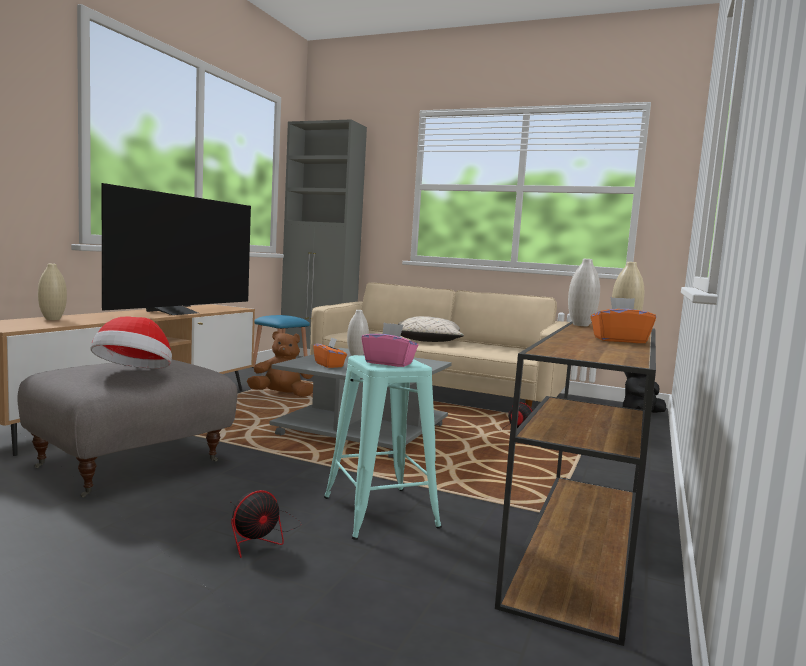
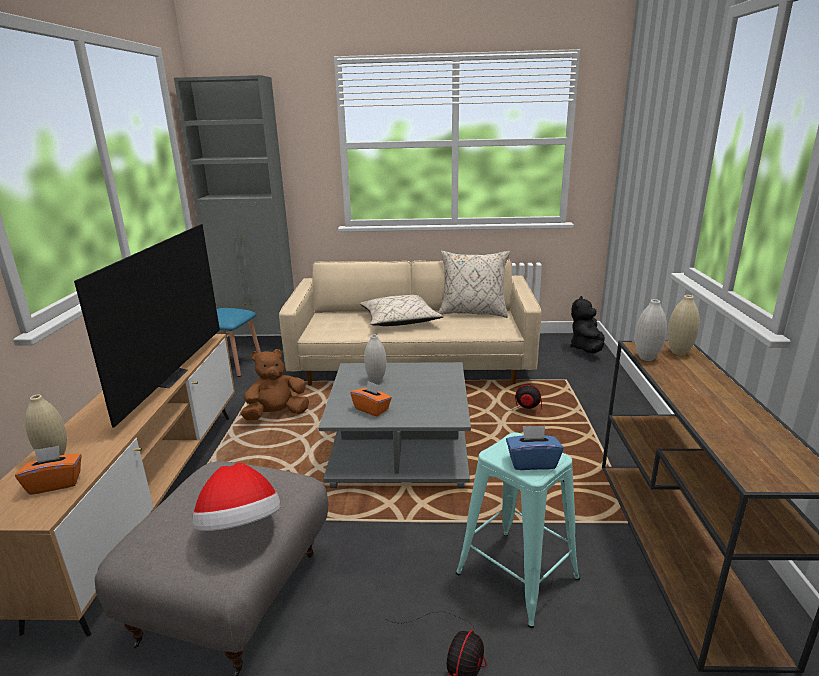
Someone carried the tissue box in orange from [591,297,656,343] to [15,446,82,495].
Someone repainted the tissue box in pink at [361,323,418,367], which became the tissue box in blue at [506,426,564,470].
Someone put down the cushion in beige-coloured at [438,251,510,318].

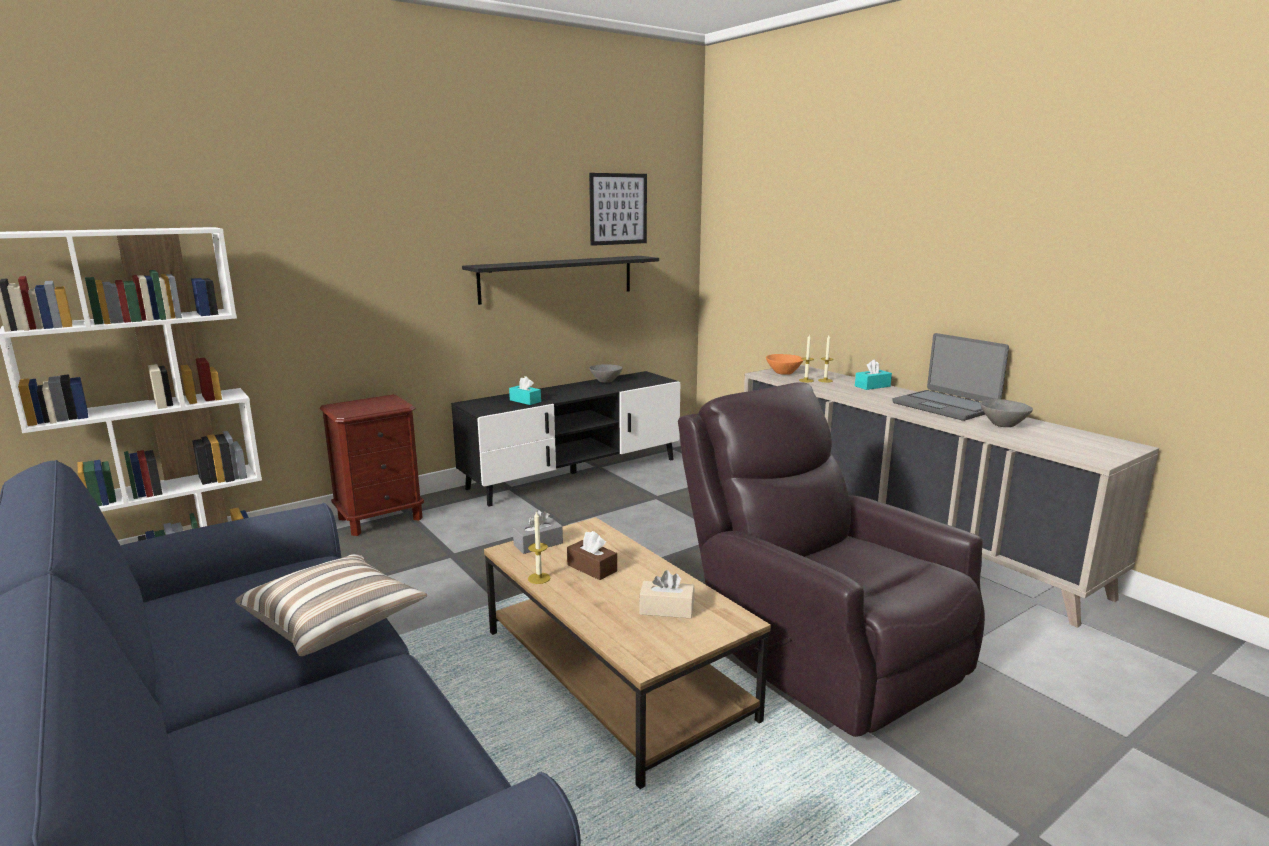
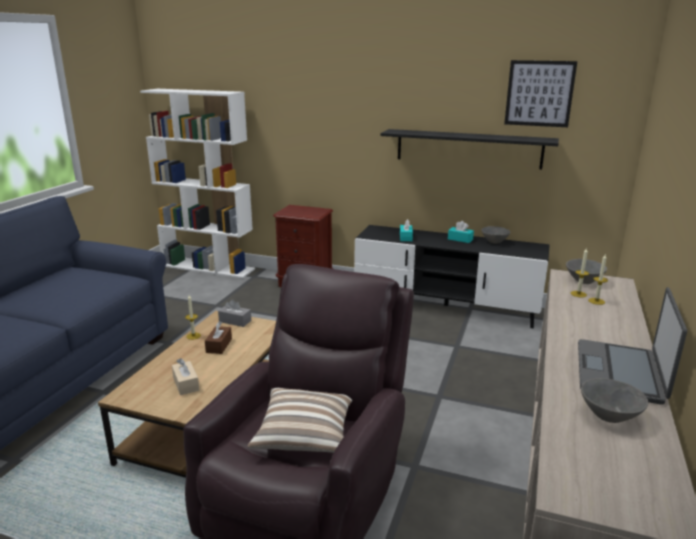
Someone repainted the serving bowl in orange at [766,354,803,375], which became the serving bowl in grey at [566,259,607,284].
Someone carried the tissue box in turquoise from [855,359,892,390] to [448,221,474,243].
Someone carried the cushion from [235,554,427,656] to [247,388,352,453].

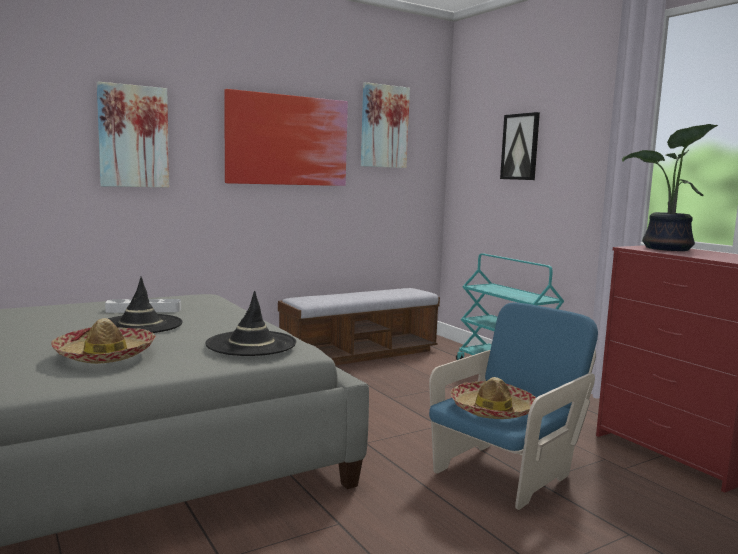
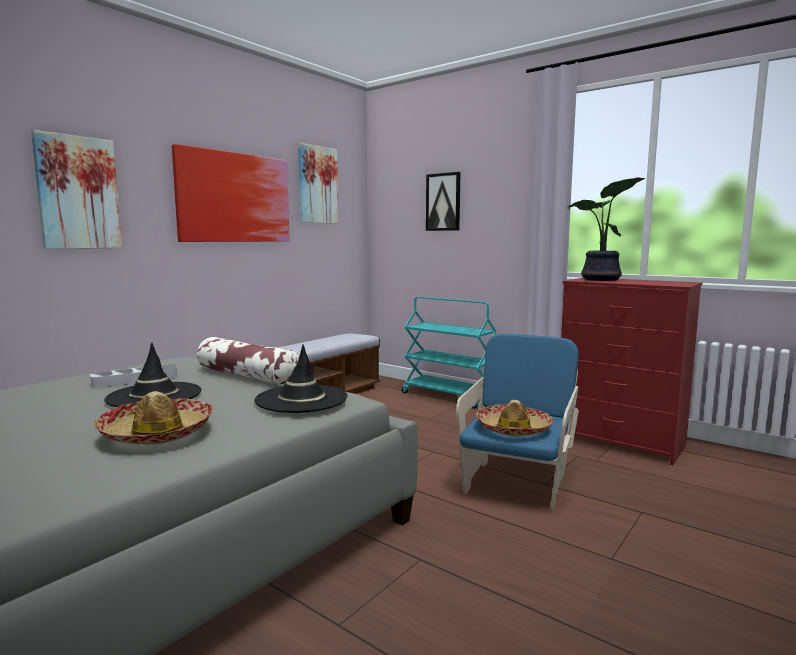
Someone put down the cushion at [197,337,299,386].

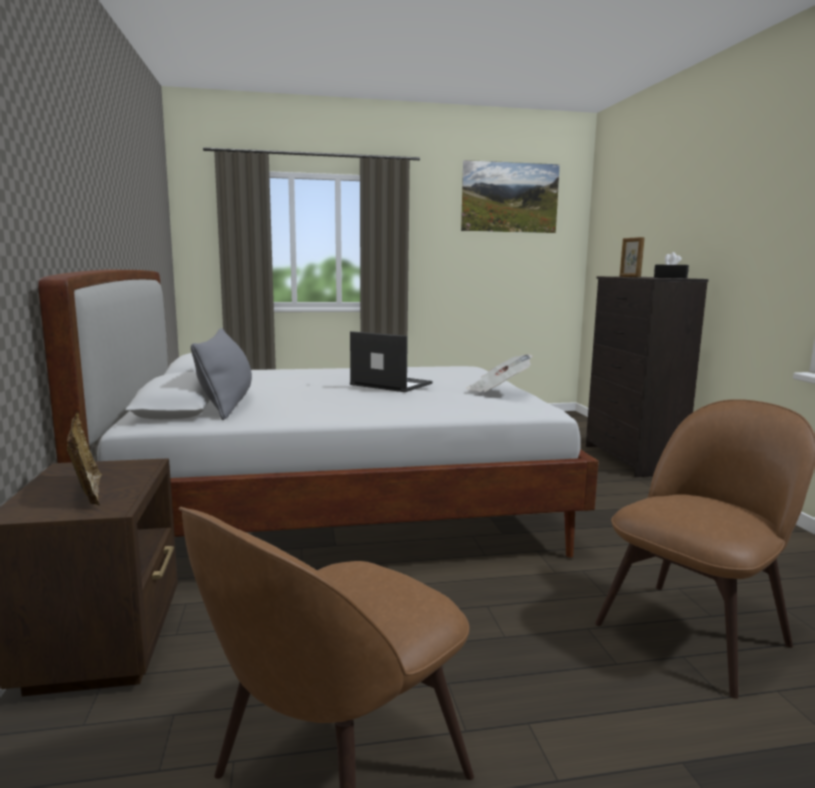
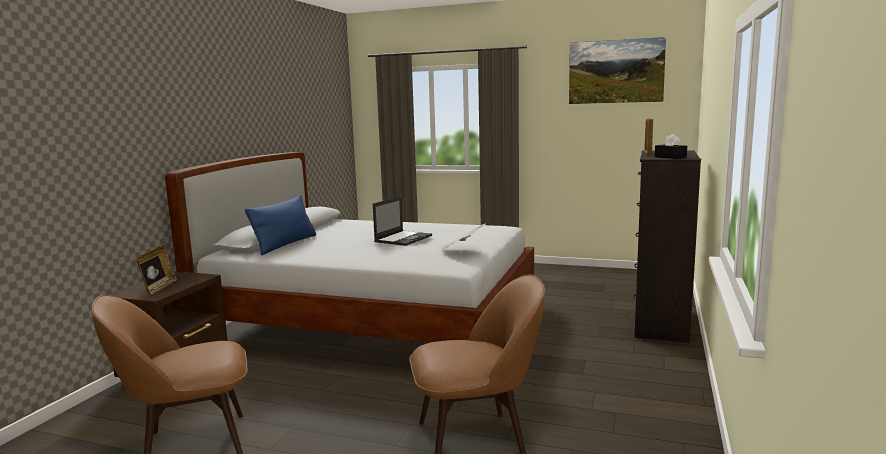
Someone repainted the cushion in grey at [191,328,252,420], which became the cushion in blue at [245,195,316,255].
Someone rotated the notebook computer at [350,331,433,392] by 60 degrees clockwise.

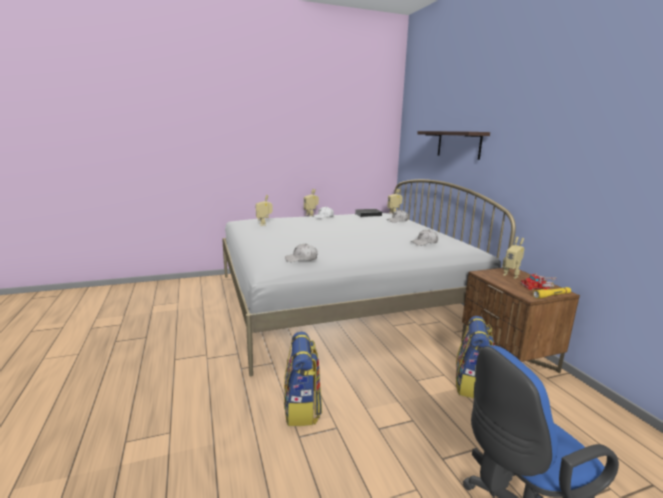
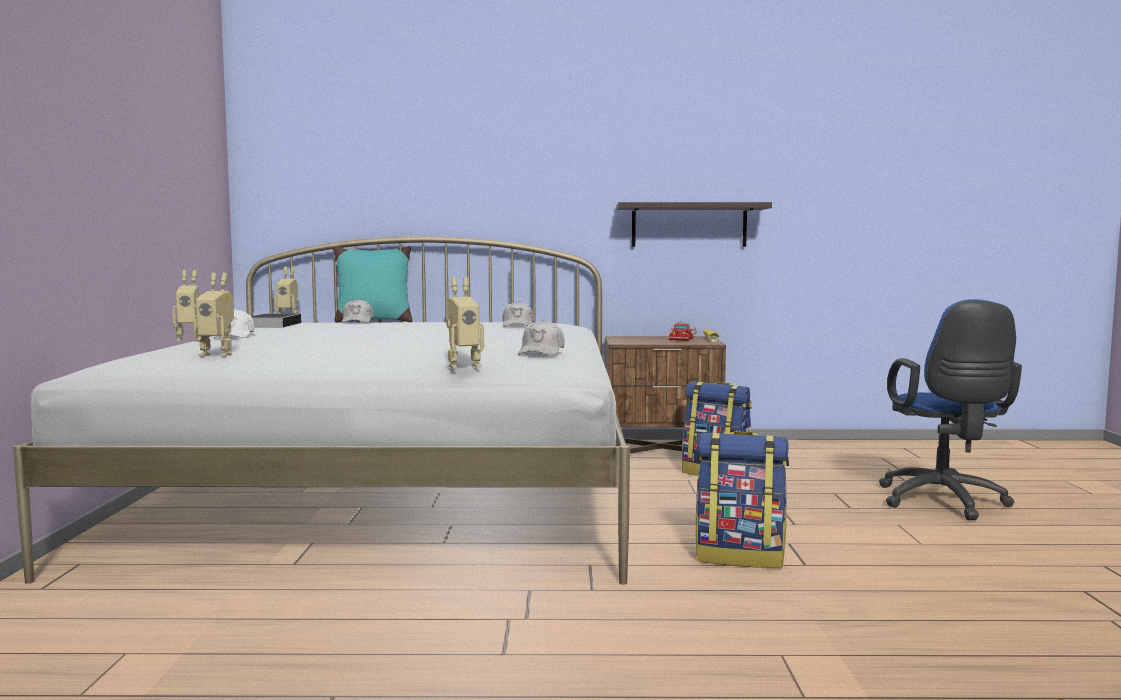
Someone carried the wall shelf from [417,131,490,160] to [616,202,772,247].
Someone carried the toy robot from [502,237,525,279] to [446,277,484,369].
Someone put down the cushion in turquoise at [333,246,412,323].

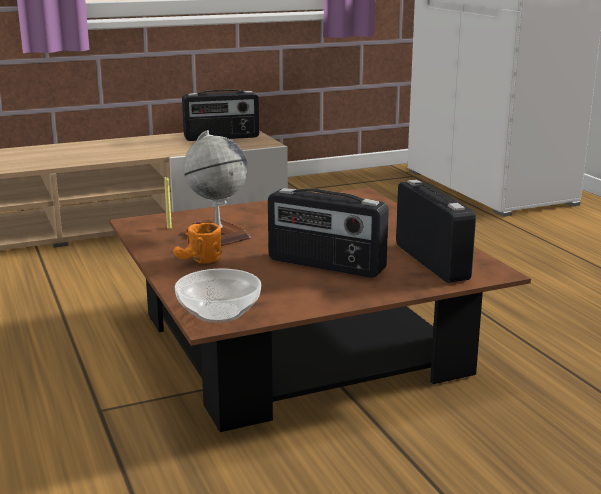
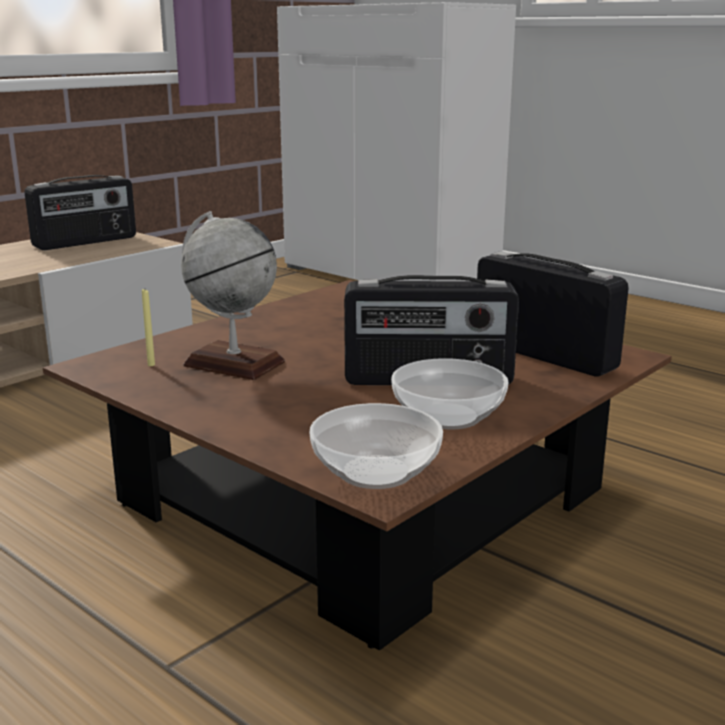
Someone took away the coffee mug in orange at [173,223,222,264].
Someone put down the serving bowl at [391,358,509,430].

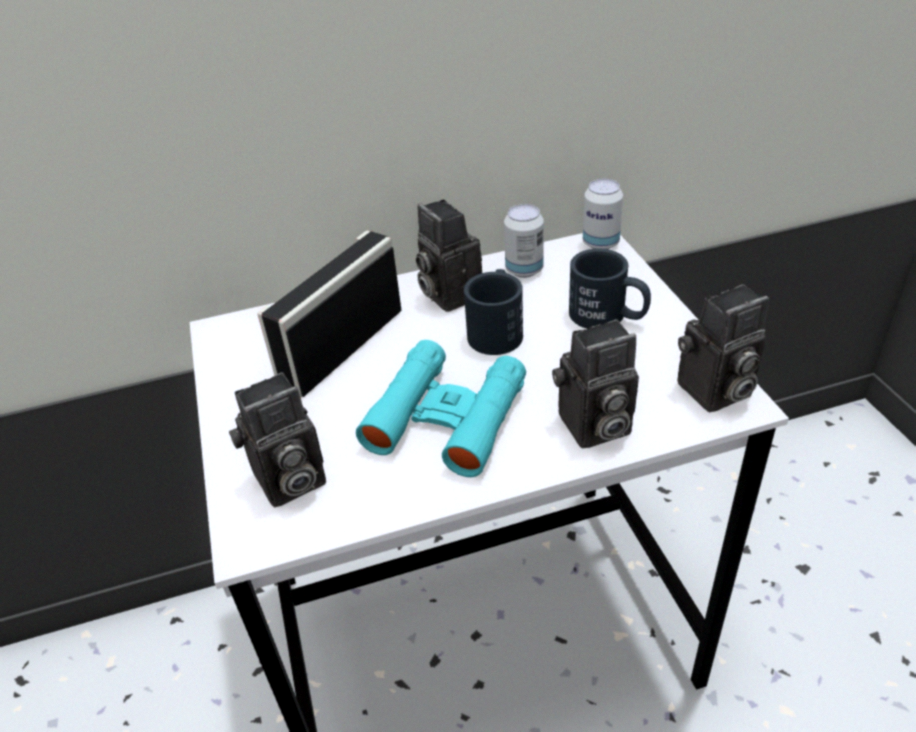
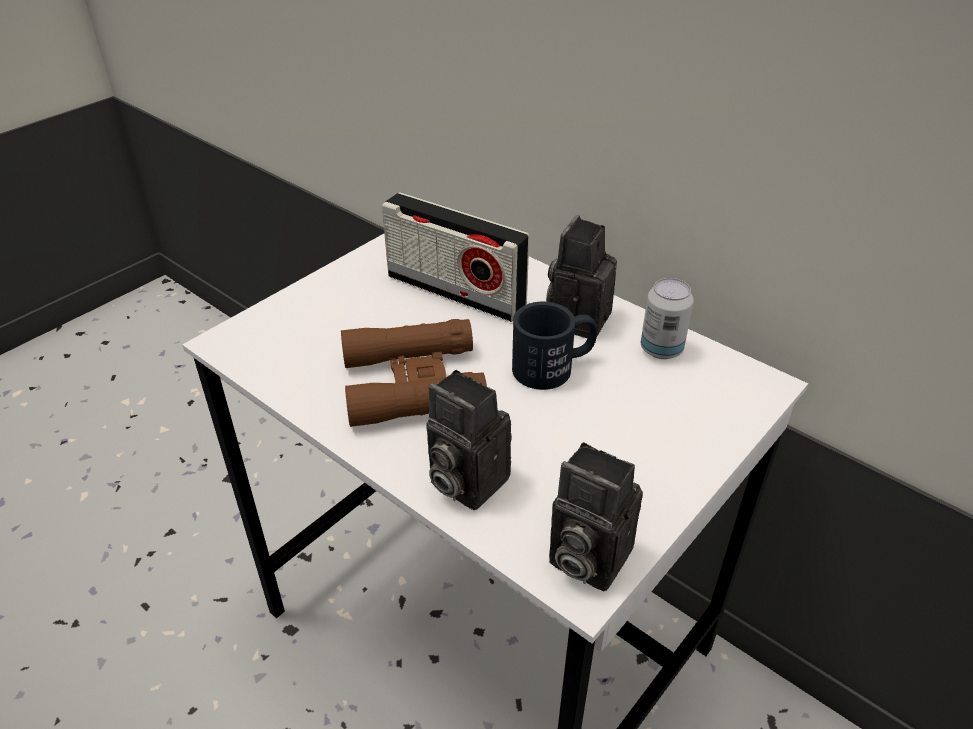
Someone took away the can at [583,179,623,249].
Someone rotated the radio set at [257,231,402,397] by 150 degrees counterclockwise.
Someone took away the coffee mug in blackish at [569,248,651,329].
Someone repainted the pair of binoculars in turquoise at [356,340,526,477], which became the pair of binoculars in brown-coloured at [341,319,487,427].
Someone took away the photo camera at [229,372,326,508].

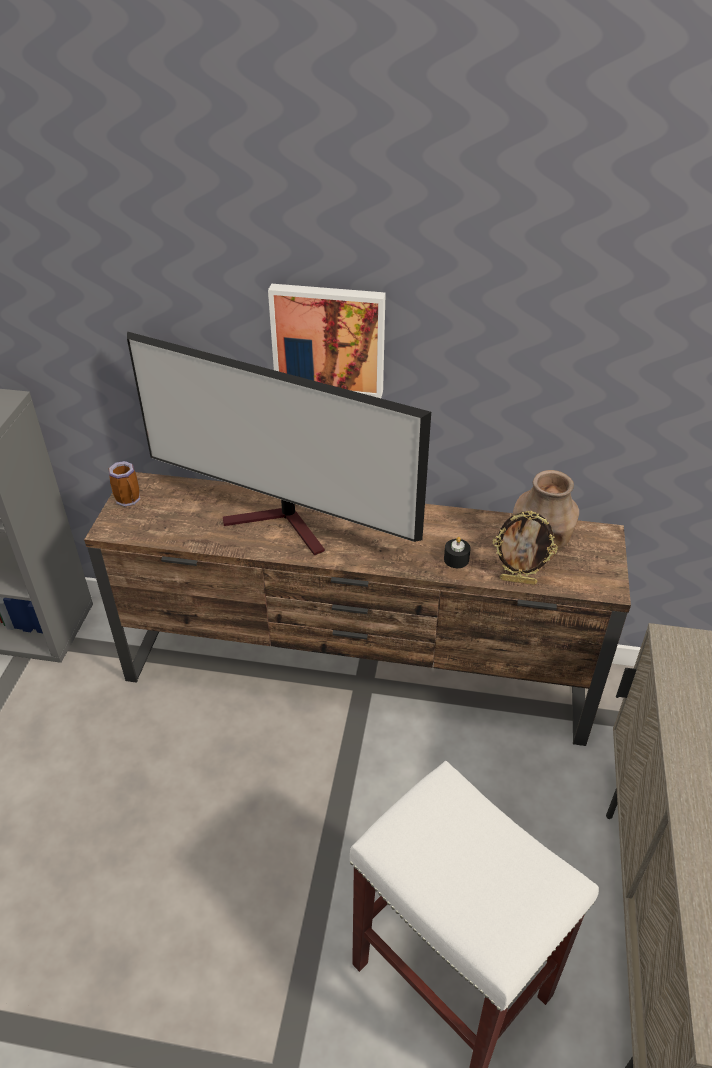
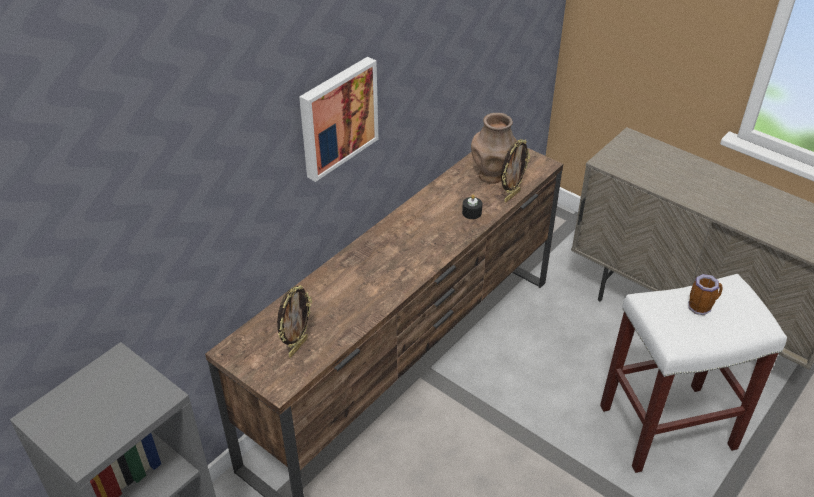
Someone took away the TV set at [127,331,431,555].
Someone carried the coffee mug from [109,461,140,507] to [688,274,722,315].
Someone put down the photo frame at [277,285,312,357].

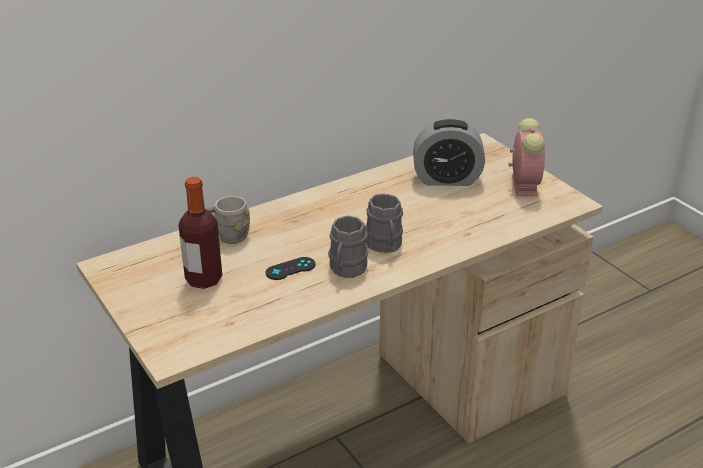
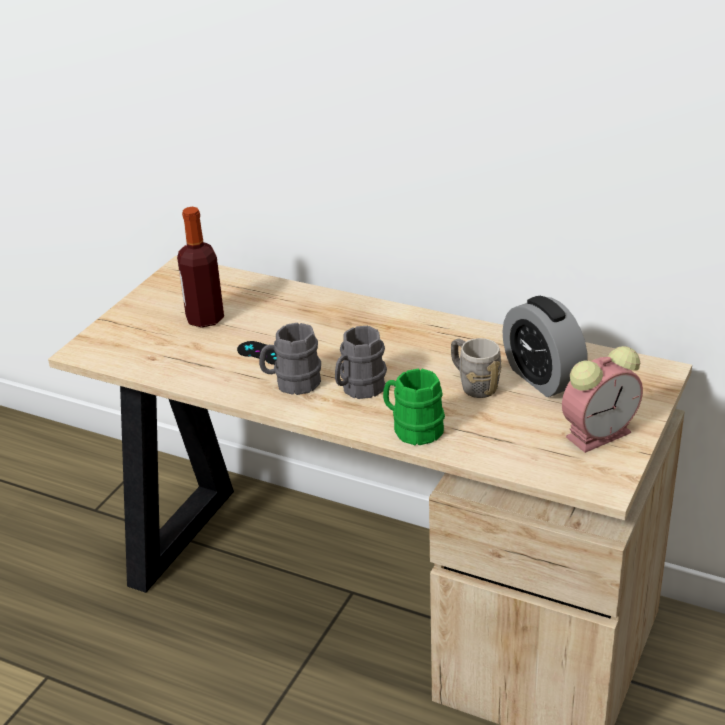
Someone carried the coffee mug in grey from [205,196,250,244] to [451,338,502,398].
Someone put down the coffee mug in greenish at [383,369,445,445].

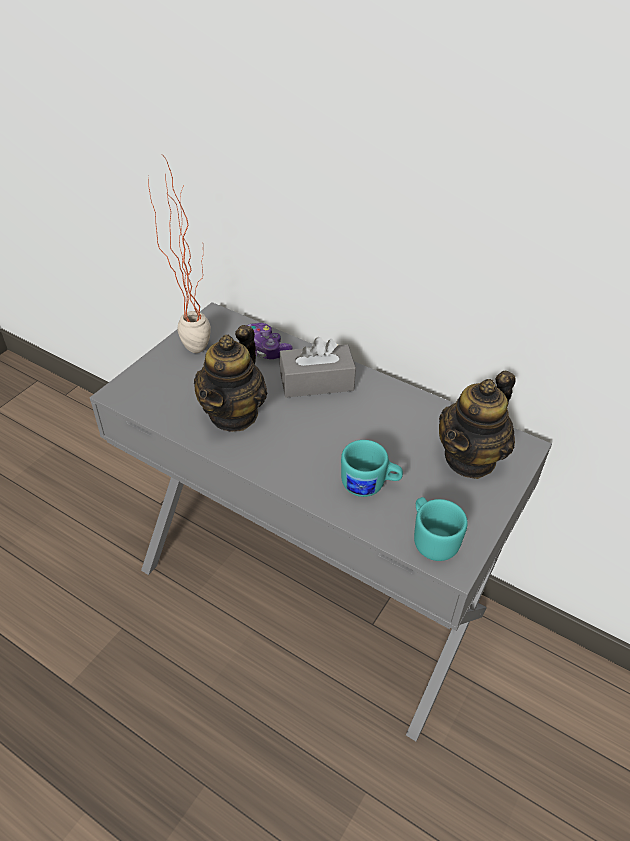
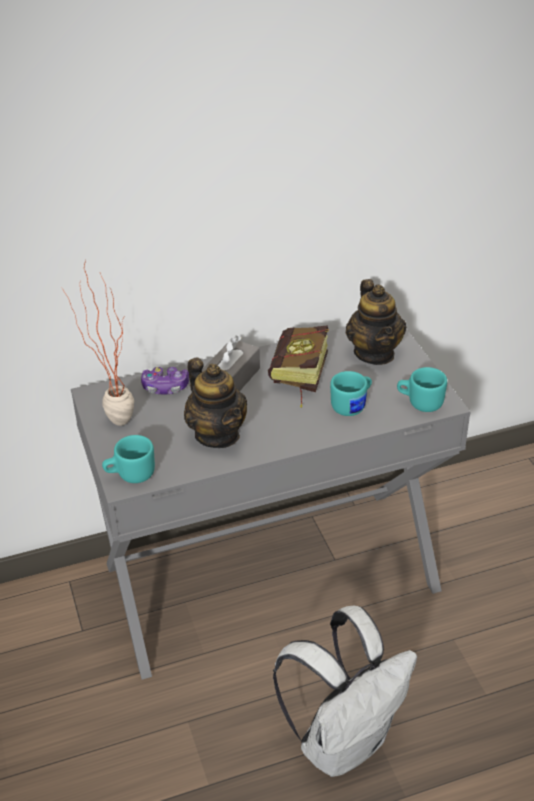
Someone put down the book at [268,325,329,407].
Someone put down the coffee mug in turquoise at [102,435,155,483].
Someone put down the rucksack in white-coloured at [273,606,417,777].

